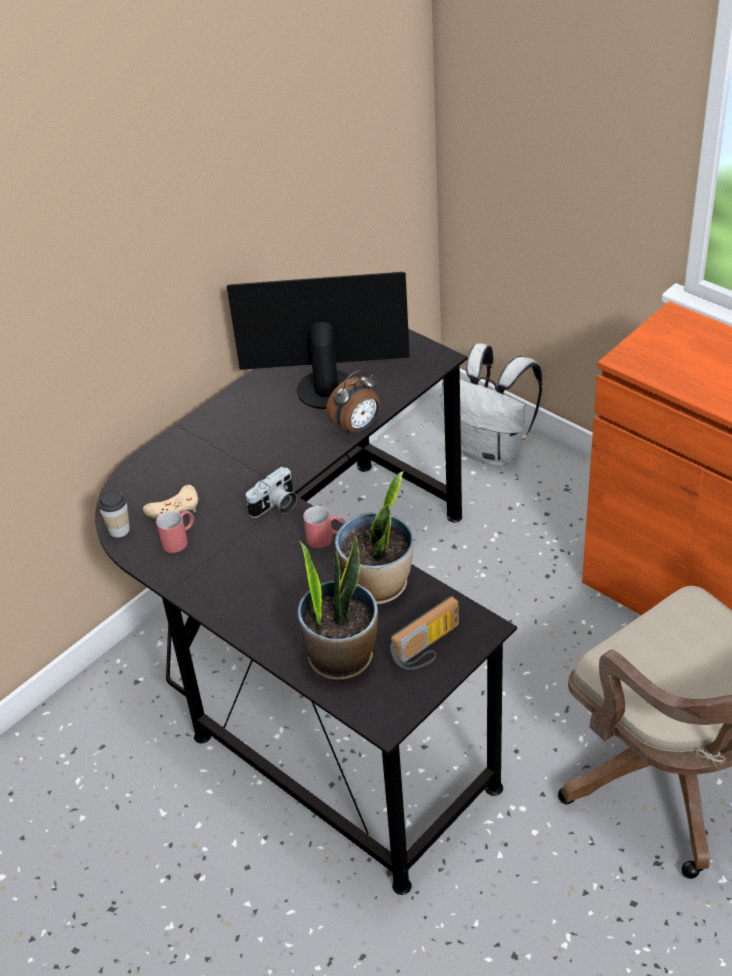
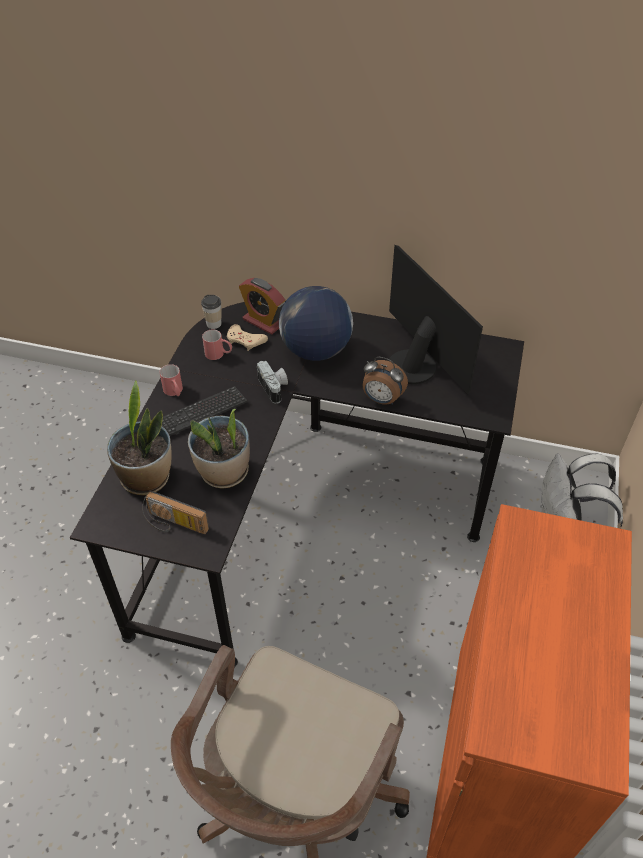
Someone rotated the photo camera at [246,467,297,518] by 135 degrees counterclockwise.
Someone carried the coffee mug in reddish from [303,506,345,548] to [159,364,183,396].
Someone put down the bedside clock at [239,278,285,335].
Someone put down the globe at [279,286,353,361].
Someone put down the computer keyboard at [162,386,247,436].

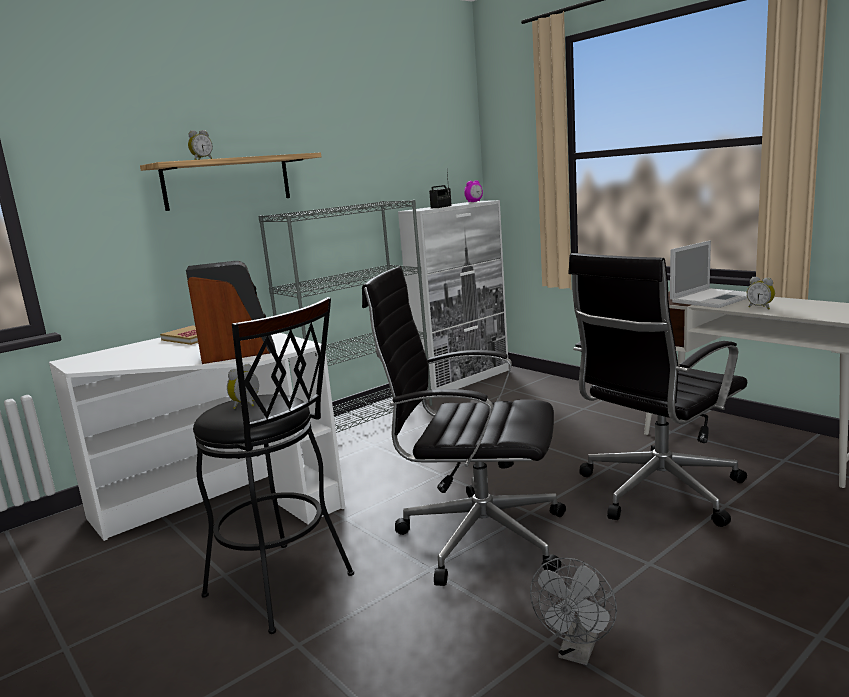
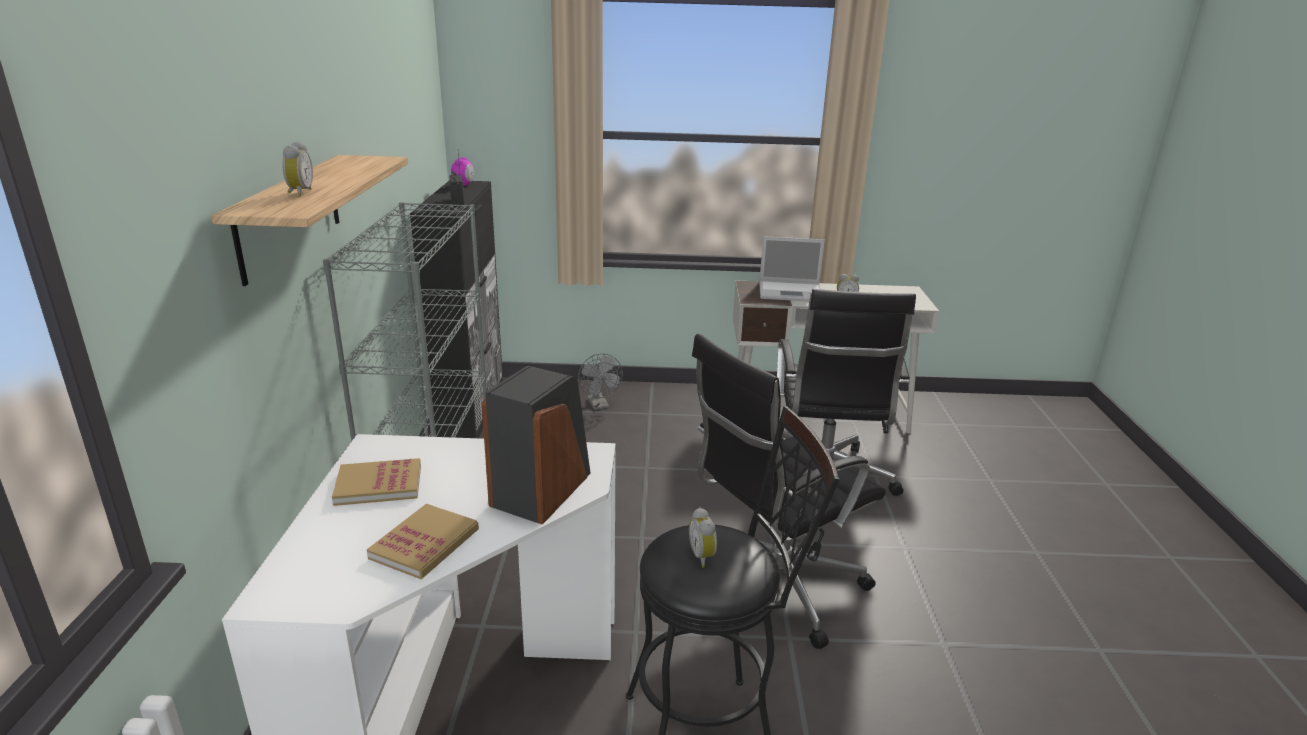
Someone repainted the storage cabinet in white-coloured at [398,200,509,390], which became the storage cabinet in blackish at [410,180,503,438].
Someone rotated the notebook computer at [670,240,748,308] by 90 degrees clockwise.
Someone carried the cooling fan in grey from [530,558,617,665] to [578,353,623,410].
Someone put down the book at [367,504,479,579].

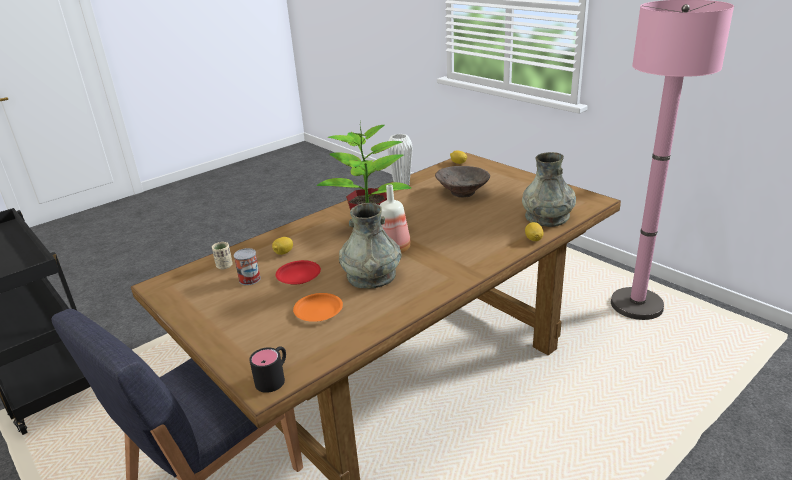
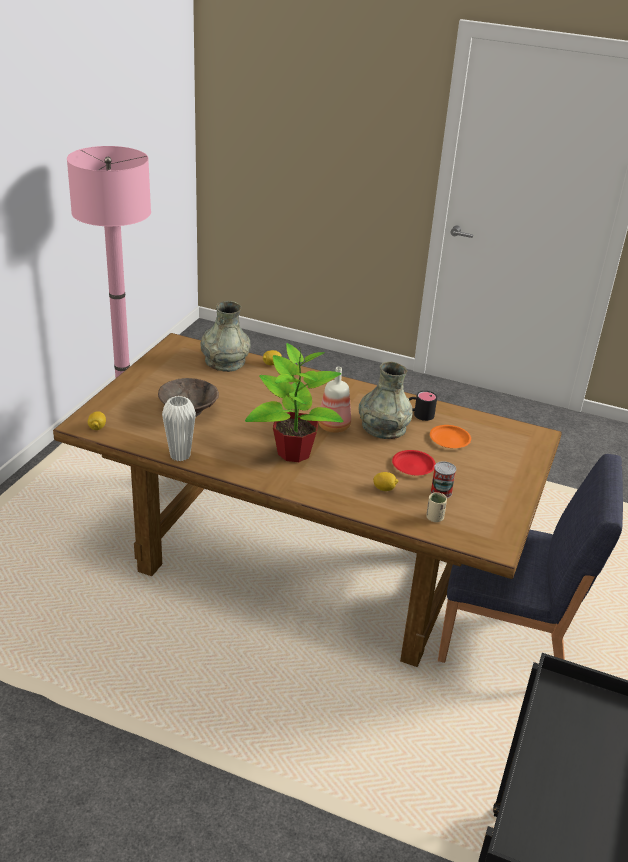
Someone carried the coffee mug in blackish from [249,346,286,393] to [409,391,437,421].

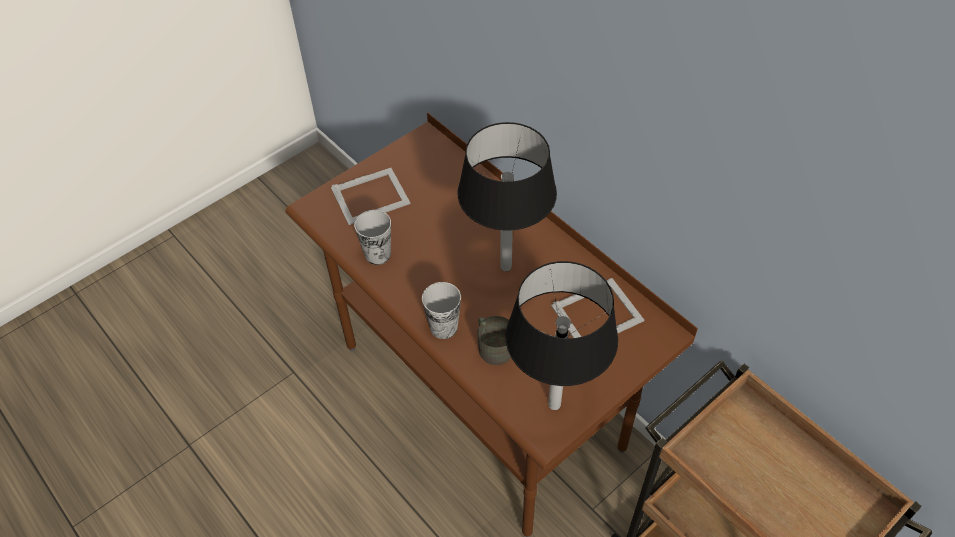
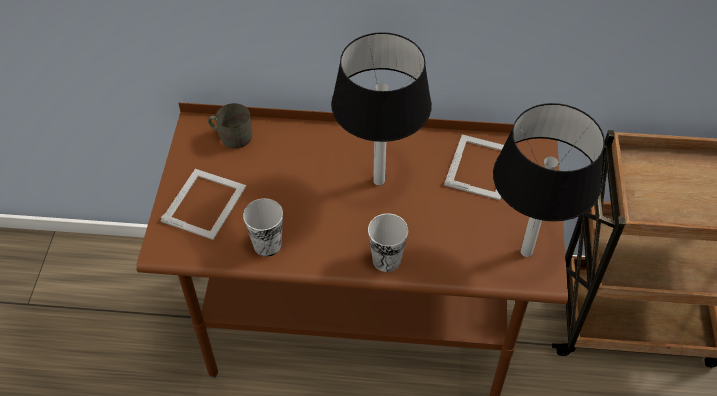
Someone carried the coffee mug in grey from [478,316,511,365] to [208,103,252,149].

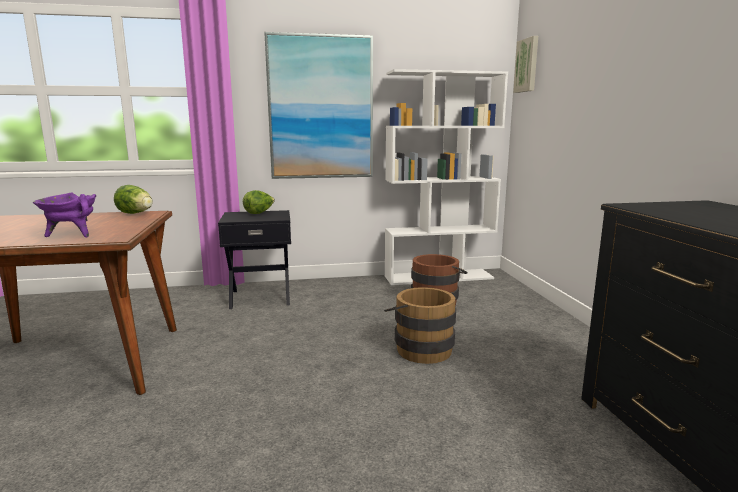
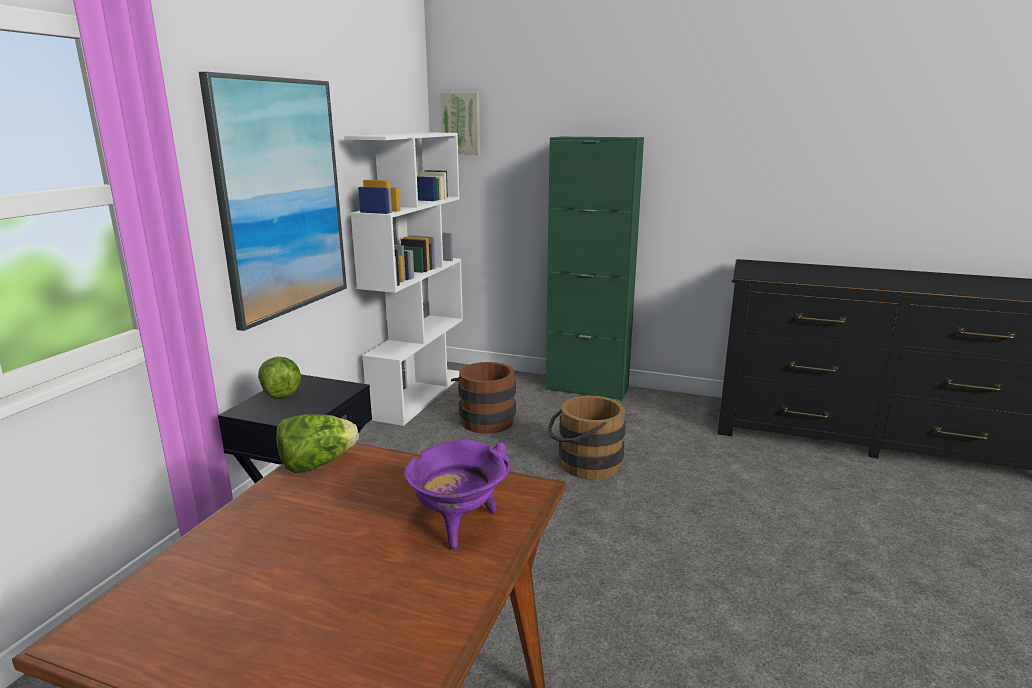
Someone put down the storage cabinet in greenish at [546,136,644,401].

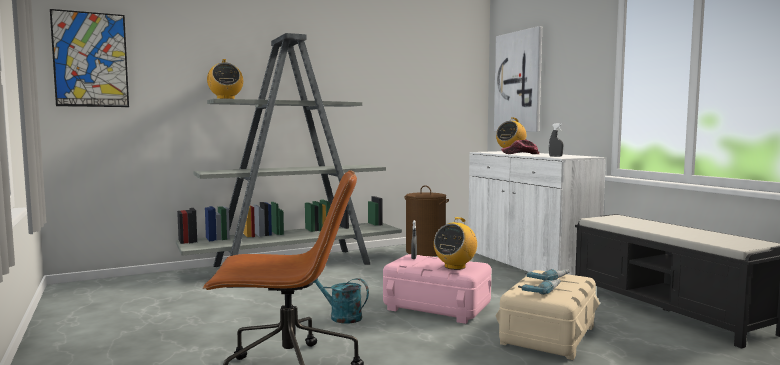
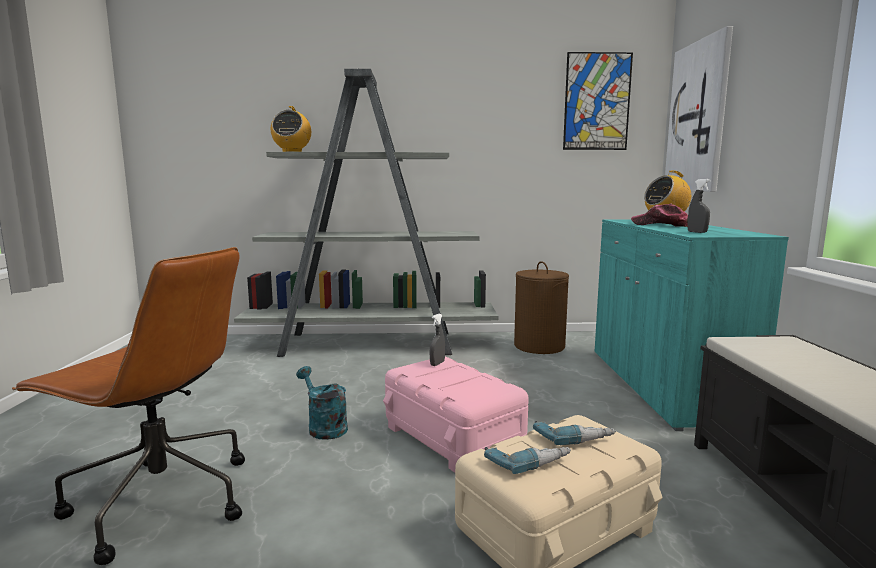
Someone carried the wall picture from [50,9,129,107] to [563,52,633,150].
Someone repainted the storage cabinet in white-coloured at [468,151,606,275], which became the storage cabinet in turquoise at [595,220,789,431].
Someone took away the radio set at [434,217,477,270].

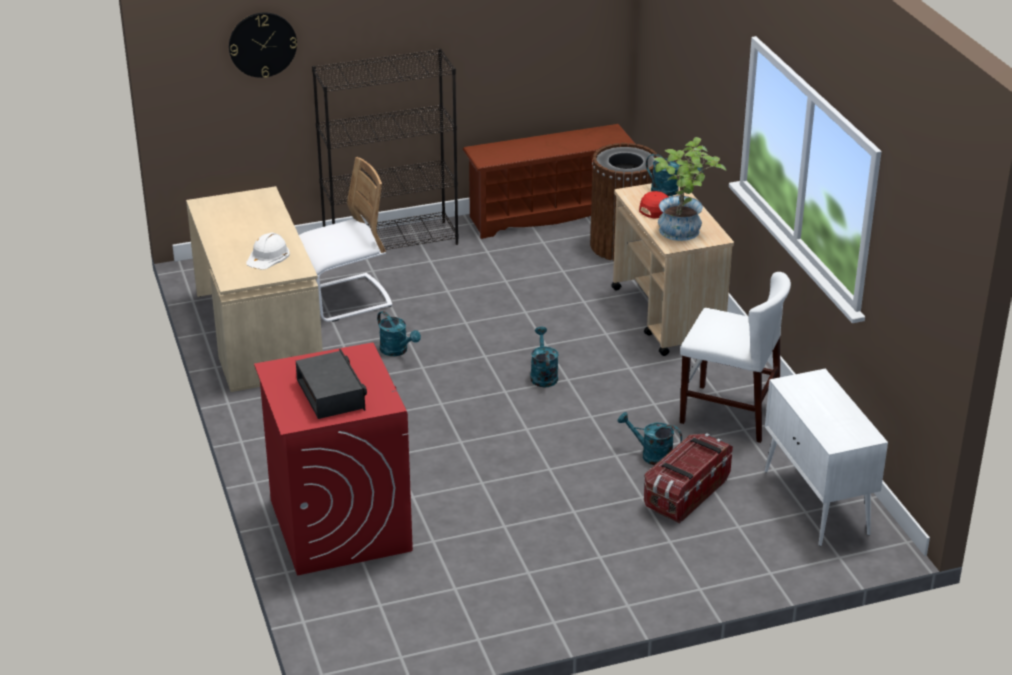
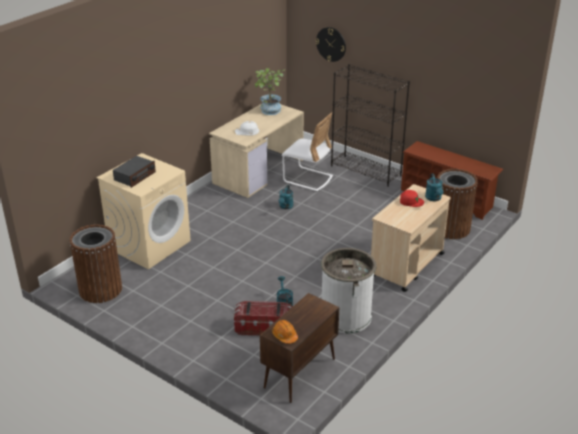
Someone carried the plant in a pot from [654,137,726,241] to [254,68,285,115].
Someone swapped the chair in white-coloured at [680,272,791,443] for the rubbish bin in white-coloured at [321,248,377,334].
Someone took away the sprinkling can in turquoise at [530,327,559,387].
Someone repainted the laundry appliance in reddish at [254,343,413,576], which became the laundry appliance in beige-coloured at [97,153,191,269].
Someone repainted the storage cabinet in white-coloured at [764,369,888,546], which became the storage cabinet in brown-coloured at [260,293,339,403].
Someone put down the rubbish bin in brown-coloured at [70,224,122,303].
Someone put down the work helmet in orange at [272,320,298,344].

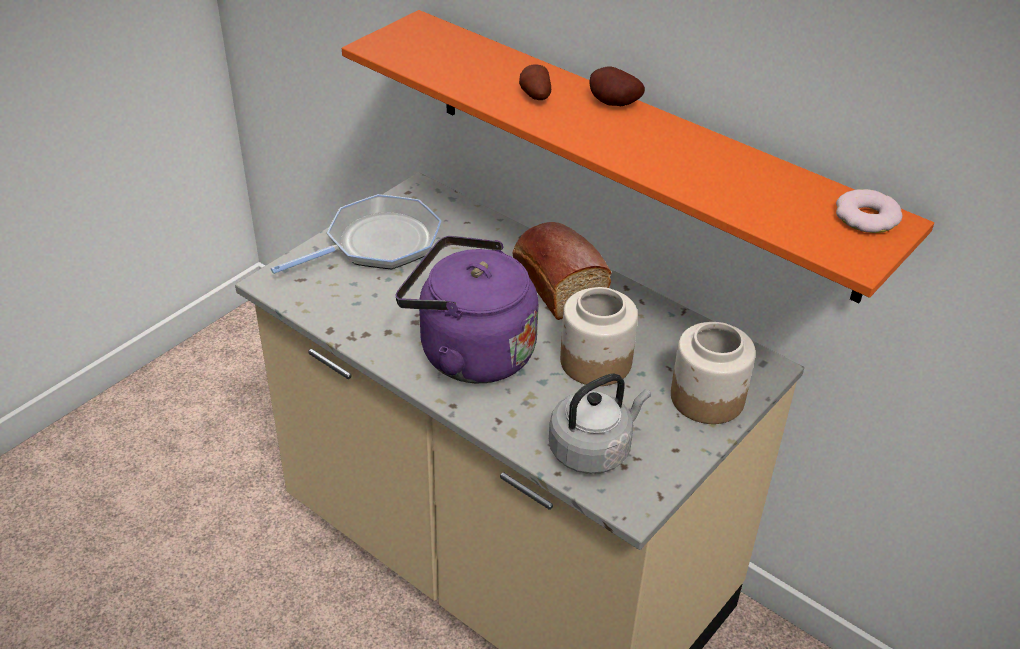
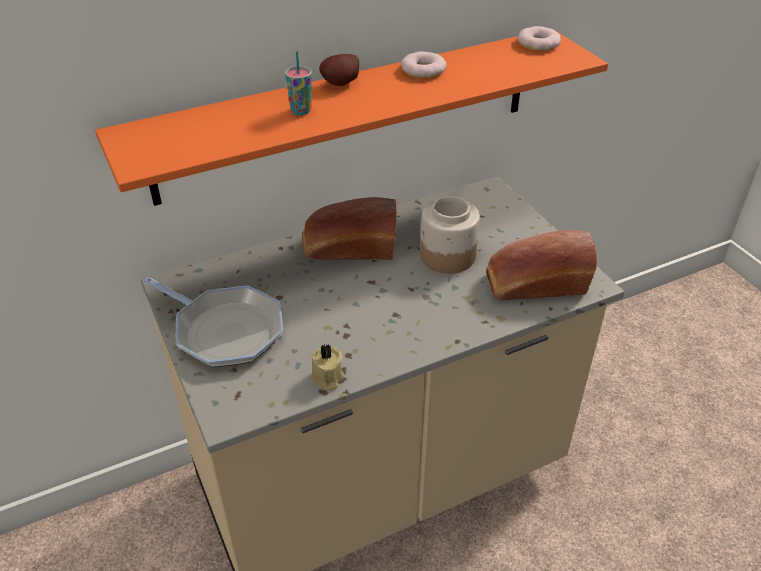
Someone swapped the whole potato at [519,64,551,100] for the cup at [285,51,312,115].
Someone rotated the skillet at [271,194,441,274] by 135 degrees clockwise.
Someone took away the water kettle in purple-coloured at [396,236,539,383].
Someone took away the jar at [671,322,756,424].
Someone swapped the water kettle in grey at [549,373,651,474] for the bread at [486,230,597,300].
Someone put down the ring doughnut at [401,51,447,78].
Someone put down the candle in beige-coloured at [311,344,344,391].

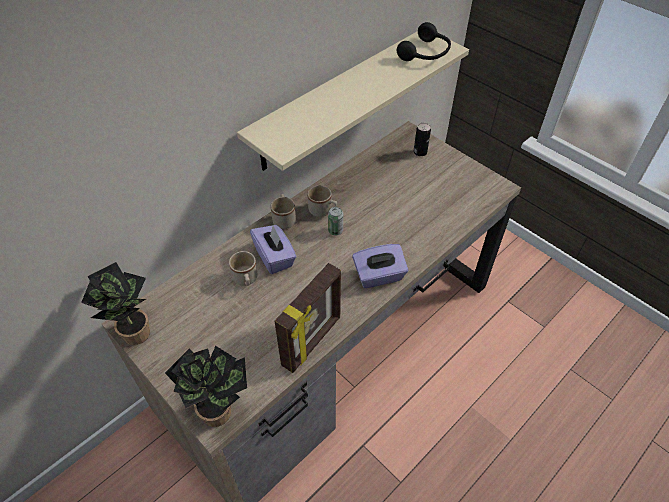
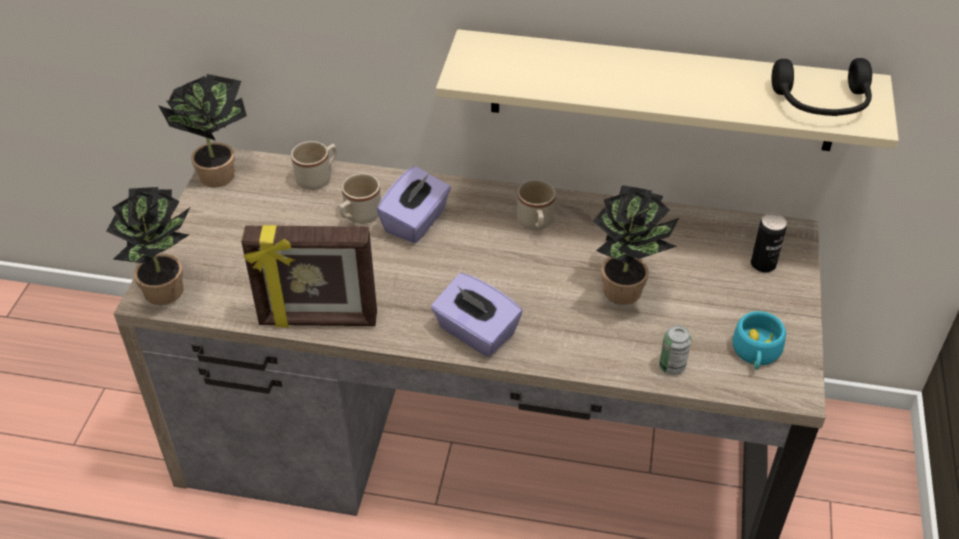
Someone carried the coffee mug in beige-coloured from [270,194,296,229] to [291,141,337,190].
Someone carried the can from [328,207,343,235] to [659,325,691,375].
Someone put down the plant in a pot at [592,185,679,305].
Someone put down the cup in turquoise at [732,311,786,370].

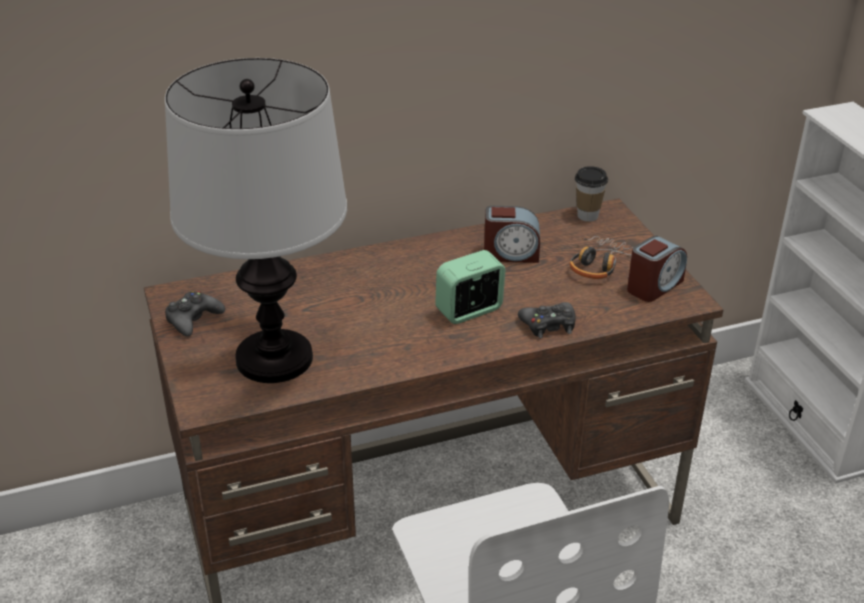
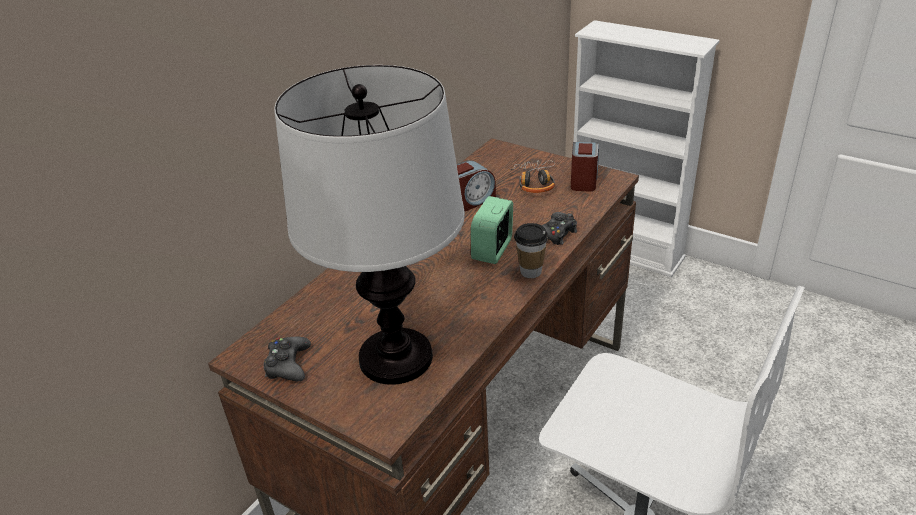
Someone carried the cup from [575,166,608,222] to [514,223,548,278].

